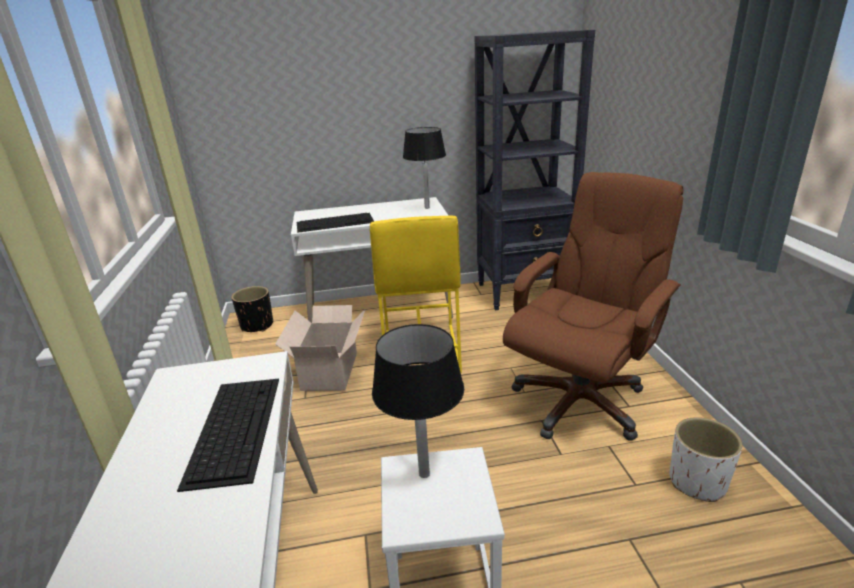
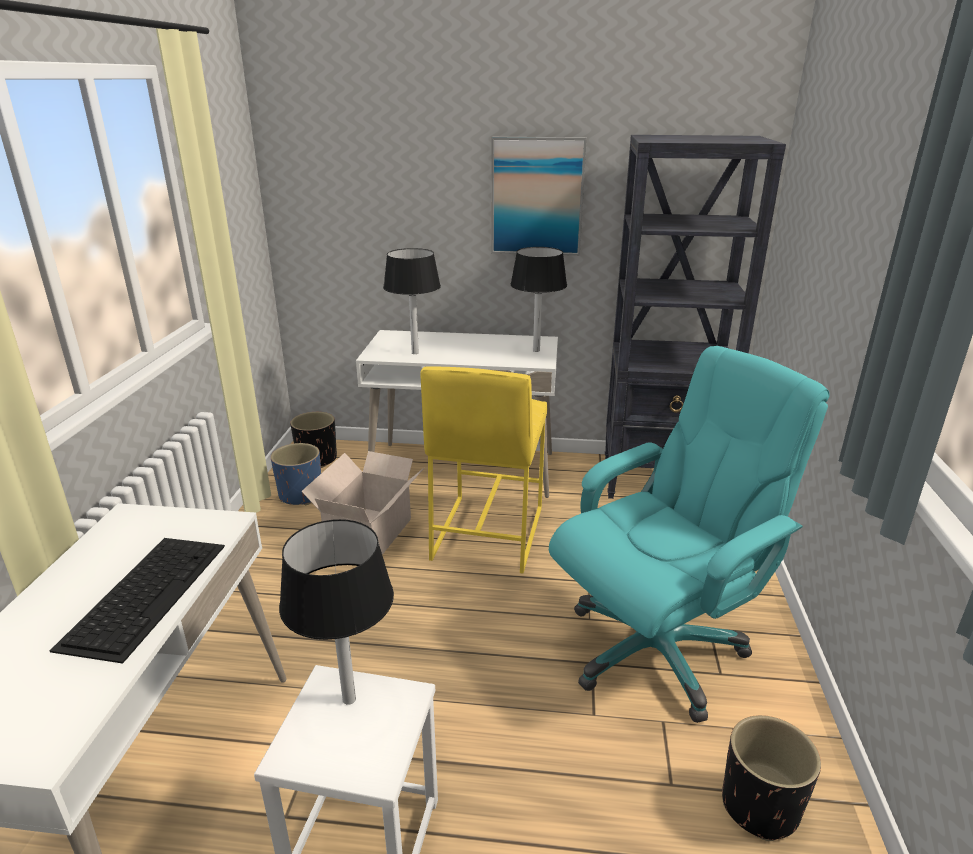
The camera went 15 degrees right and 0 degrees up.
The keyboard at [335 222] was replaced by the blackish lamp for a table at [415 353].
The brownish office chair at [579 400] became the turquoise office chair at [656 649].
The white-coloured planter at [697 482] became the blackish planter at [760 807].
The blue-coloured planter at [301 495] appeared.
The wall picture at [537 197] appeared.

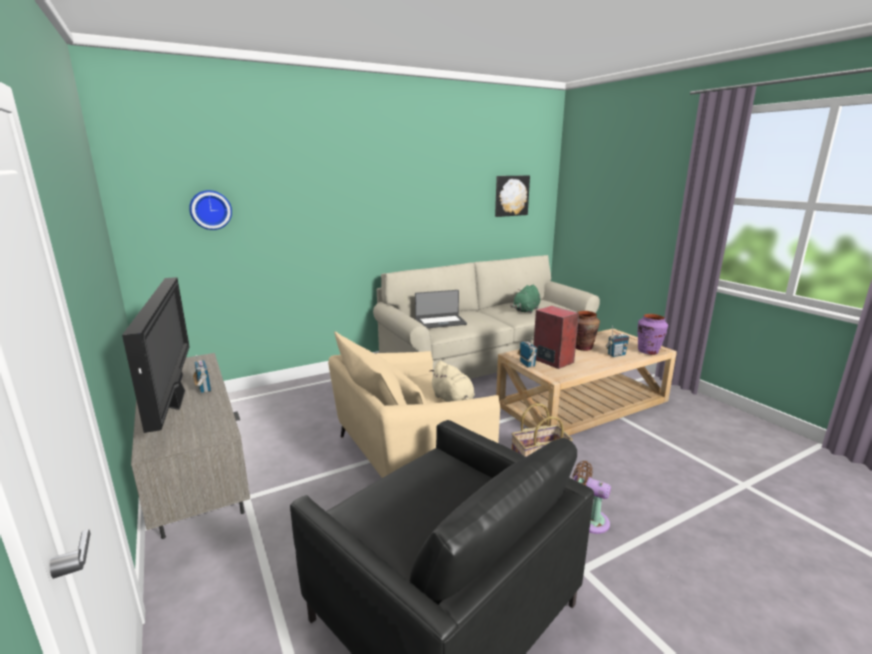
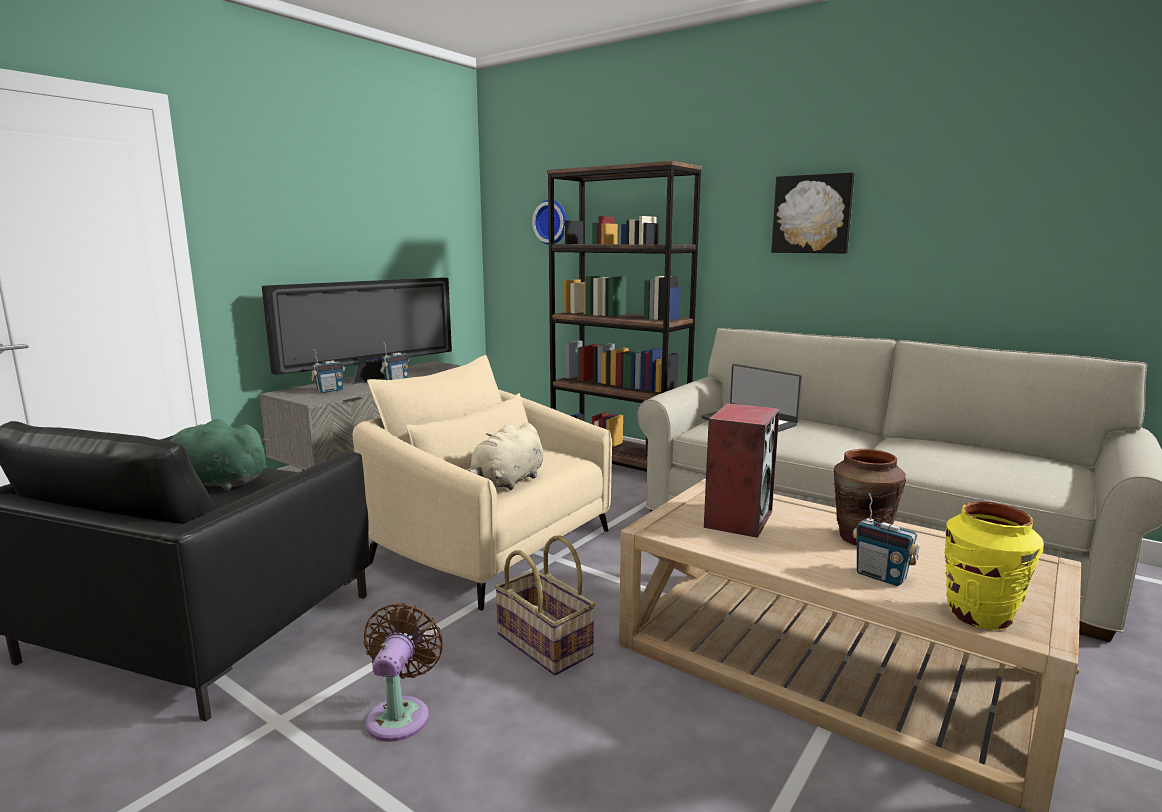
The camera went 65 degrees right and 5 degrees down.
The wall picture moved from [511 195] to [812 214].
The green-coloured soft toy moved from [526 310] to [215 483].
The radio set moved from [527 364] to [330 391].
The purple vase at [648 351] became the yellowish vase at [980 615].
The brownish bookshelf at [618 462] appeared.

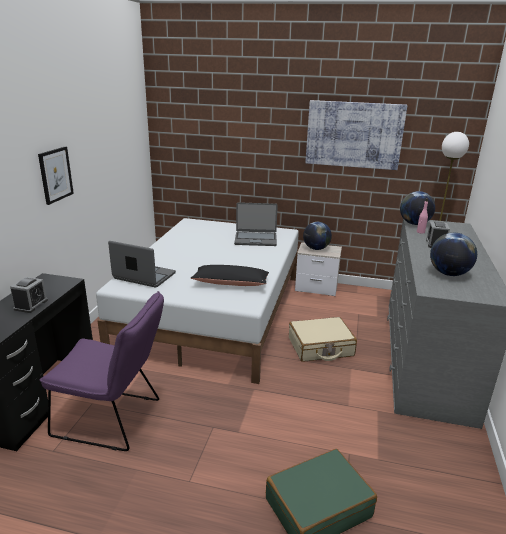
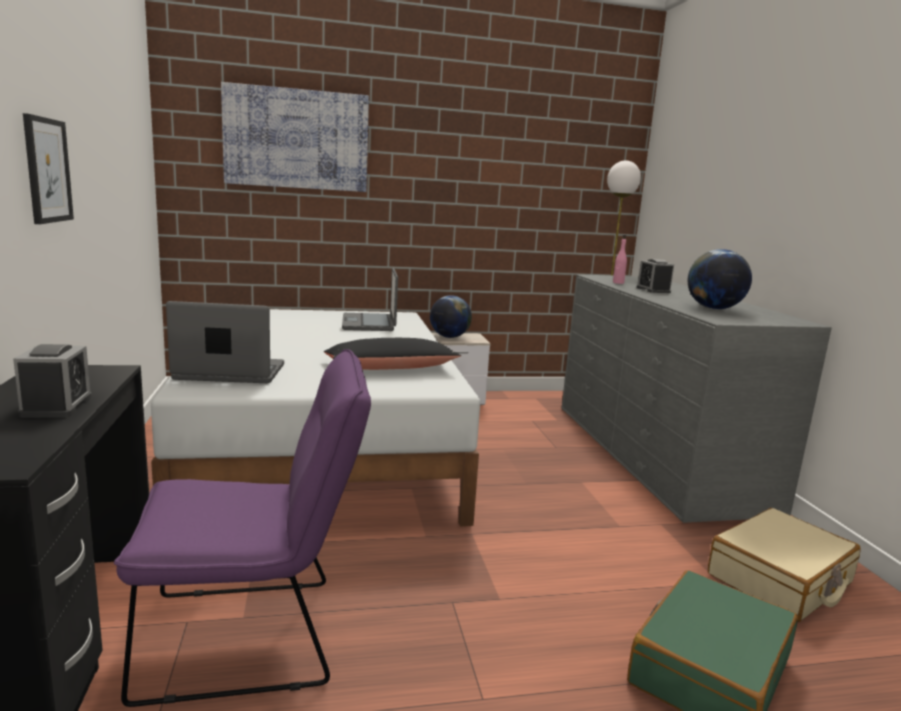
The camera went 25 degrees left and 10 degrees down.
The notebook computer at [255 239] turned 105 degrees clockwise.
The sand-coloured suitcase moved from [320 347] to [780 579].
The wall picture moved from [354 134] to [297 139].
The world globe at [414 224] disappeared.

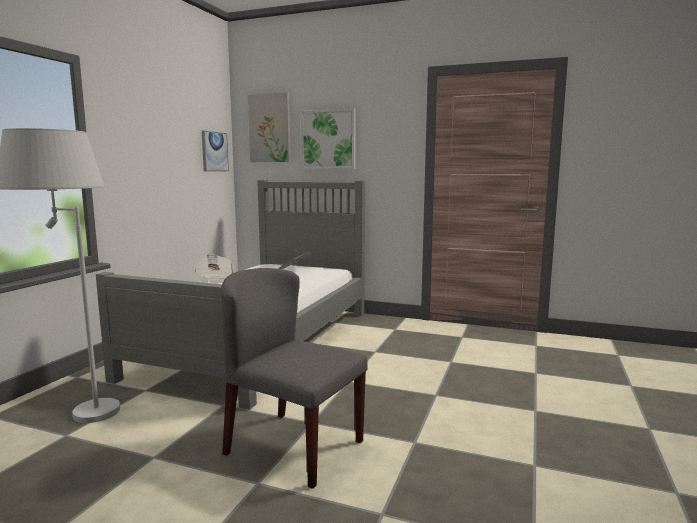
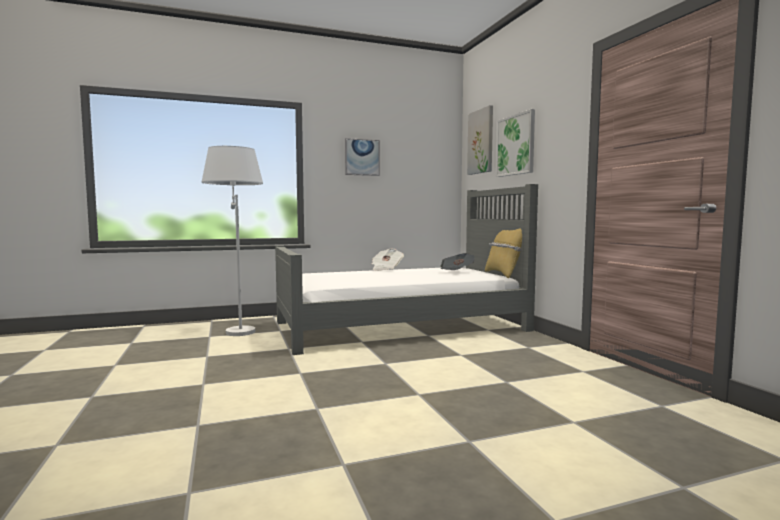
The camera went 50 degrees right and 5 degrees down.
The wall picture moved from [214 151] to [362 157].
The greyish chair at [293 447] disappeared.
The yellowish throw pillow at [504 274] appeared.

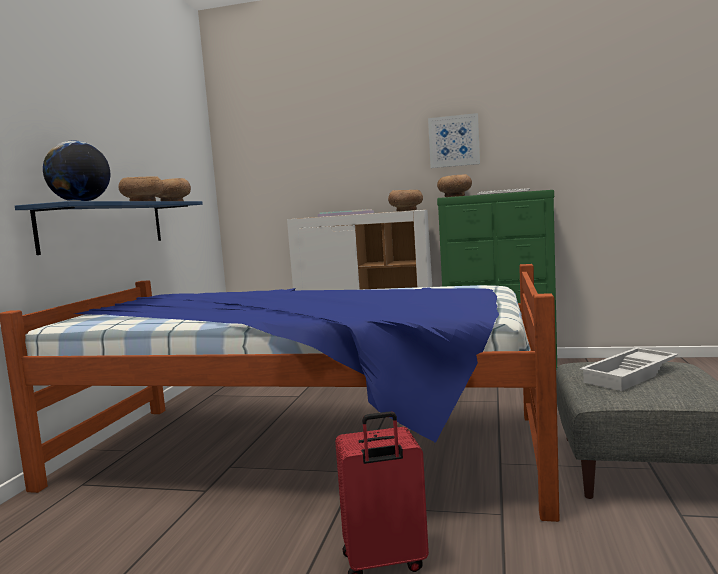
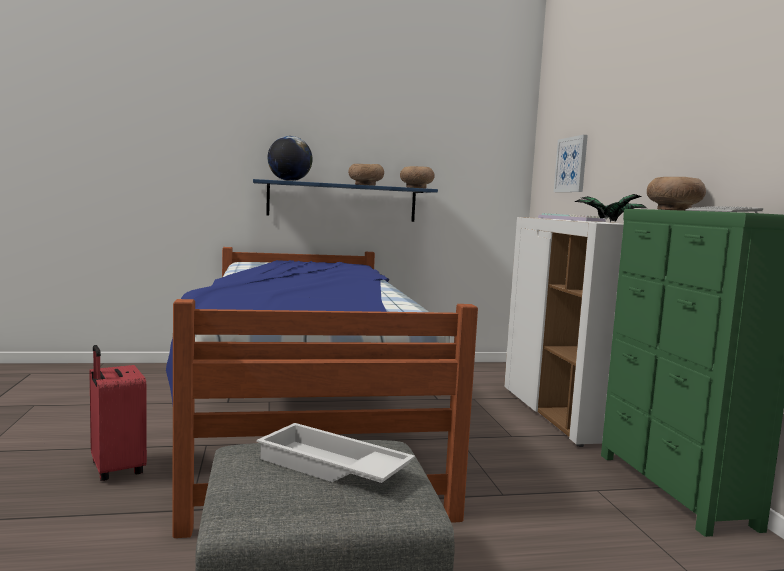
The camera went 65 degrees right and 0 degrees up.
The brownish deep dish at [406 210] was replaced by the houseplant at [607 222].
The wall picture moved from [454 141] to [571 165].

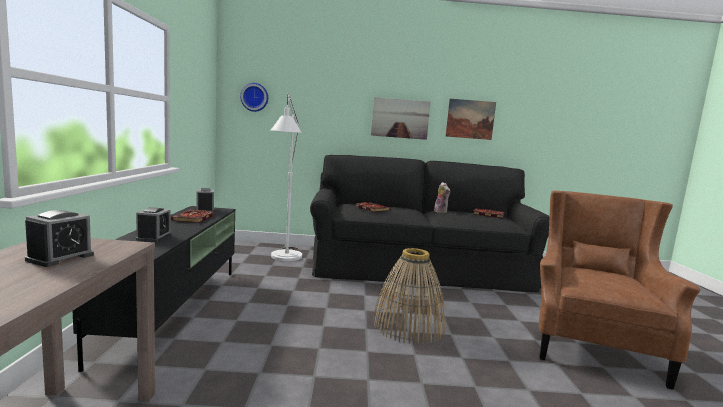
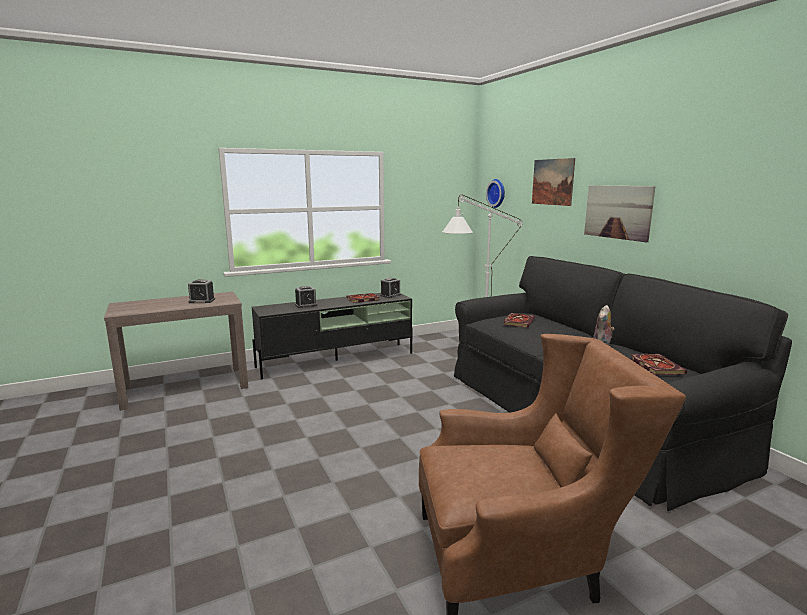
The camera went 65 degrees right and 5 degrees up.
The storage basket at [408 325] disappeared.
The wall picture moved from [470 119] to [552 182].

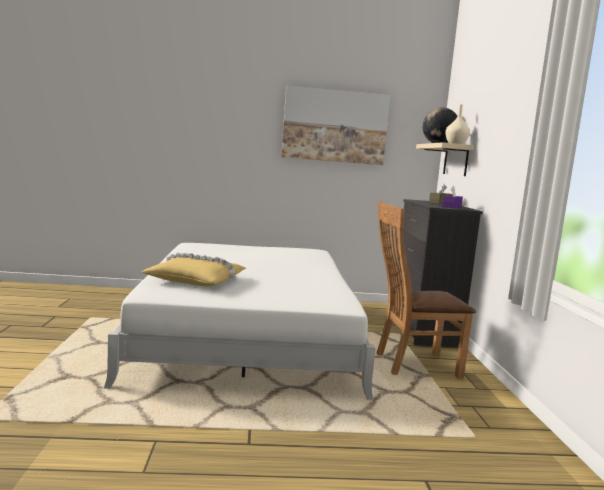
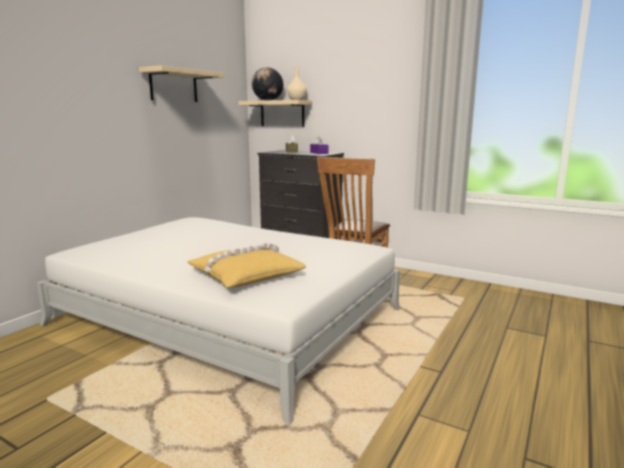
The camera went 55 degrees left and 5 degrees up.
The wall picture at [334 126] was replaced by the sand-coloured shelf at [173 86].

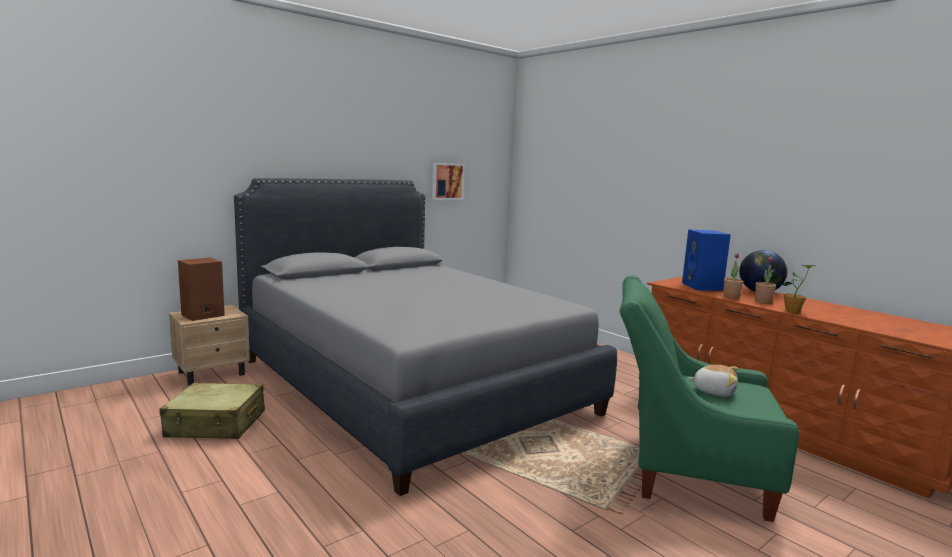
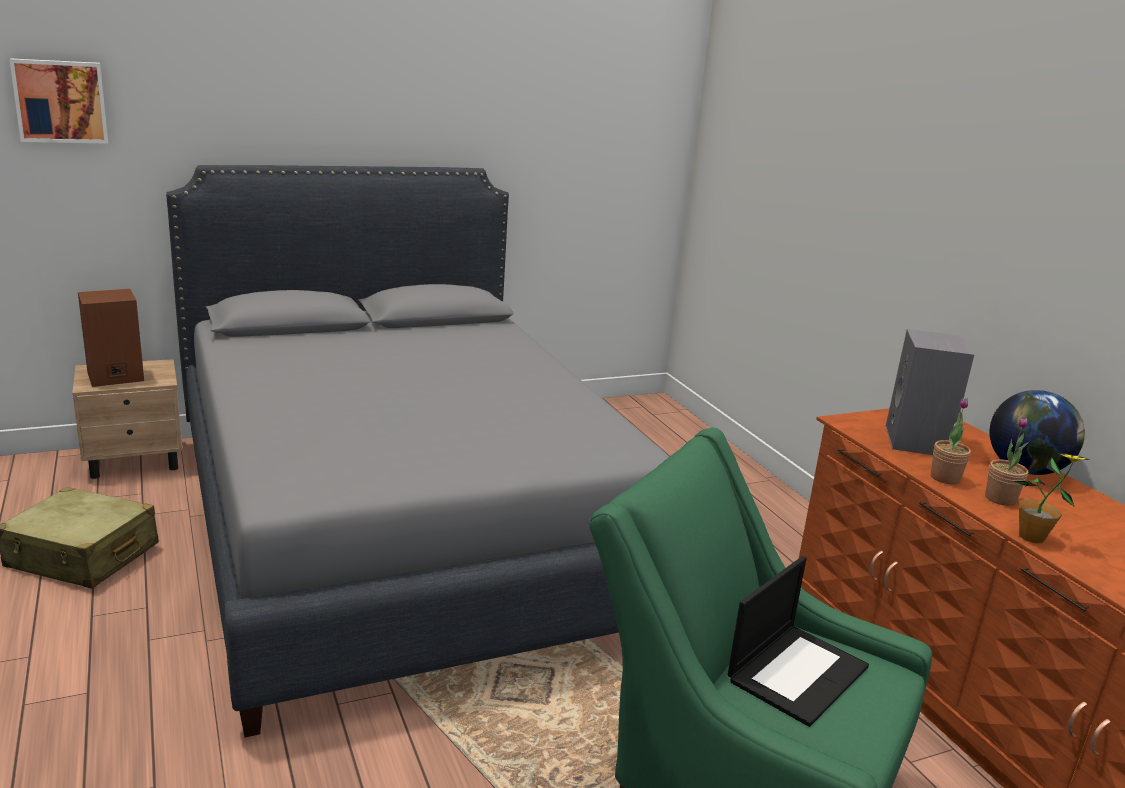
The camera went 15 degrees right and 10 degrees up.
The wall picture moved from [447 181] to [60 101].
The blue-coloured speaker at [703 287] became the greyish speaker at [918 442].
The soft toy at [714 391] was replaced by the notebook computer at [797 672].

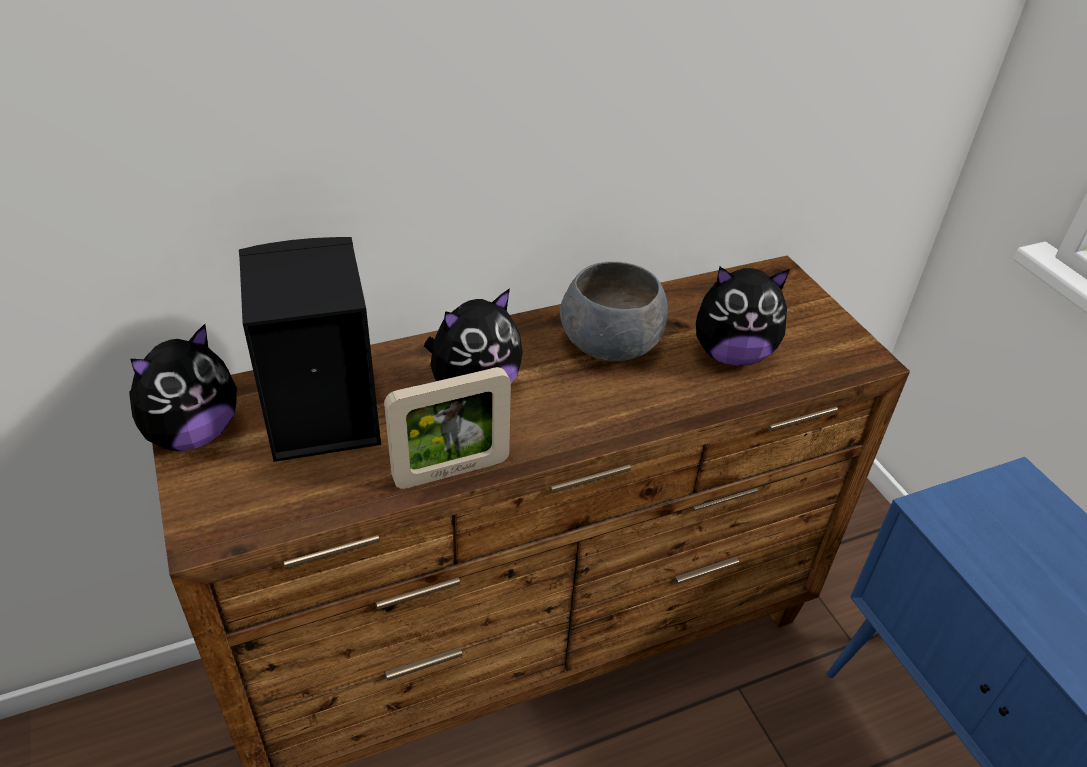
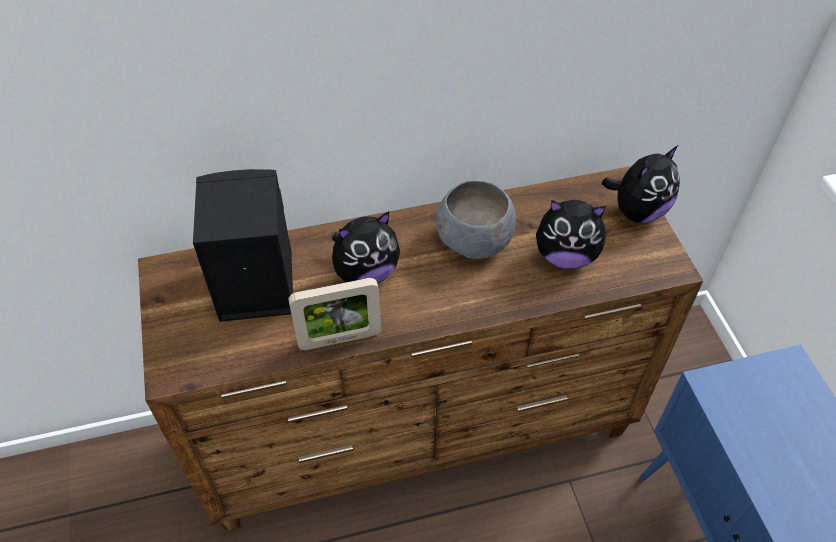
The camera went 10 degrees right and 10 degrees up.
The soft toy moved from [192 434] to [637 211].

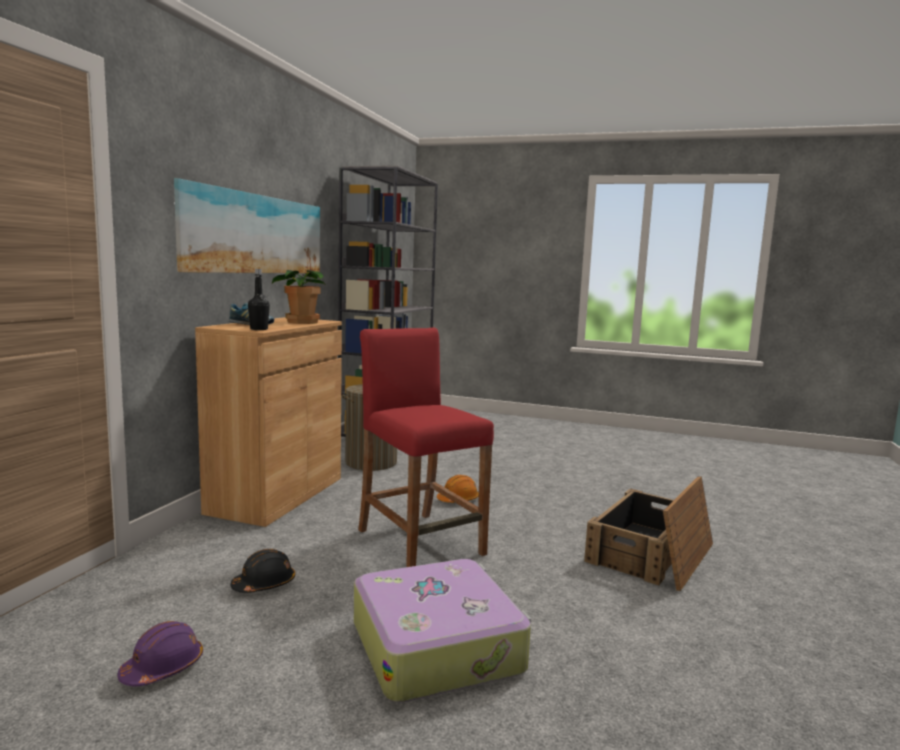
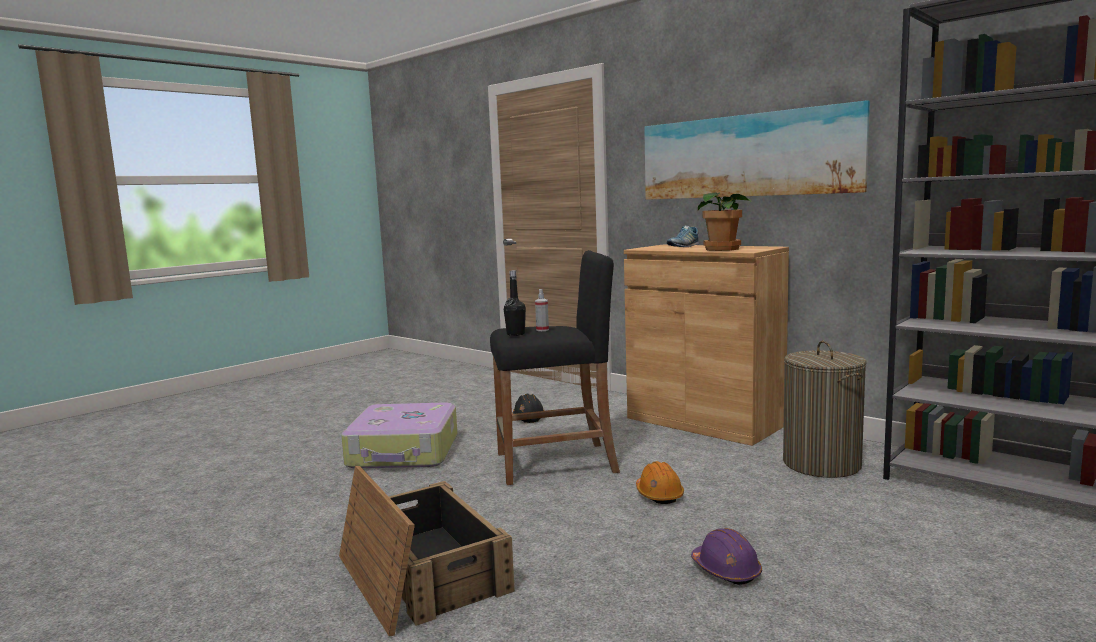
The camera went 115 degrees right and 0 degrees up.
The purple safety helmet moved from [163 668] to [726 570].
The blackish drink bottle moved from [259 329] to [515 334].
The red stool seat at [420 542] became the blackish stool seat at [556 463].
The spray bottle at [542 330] appeared.

